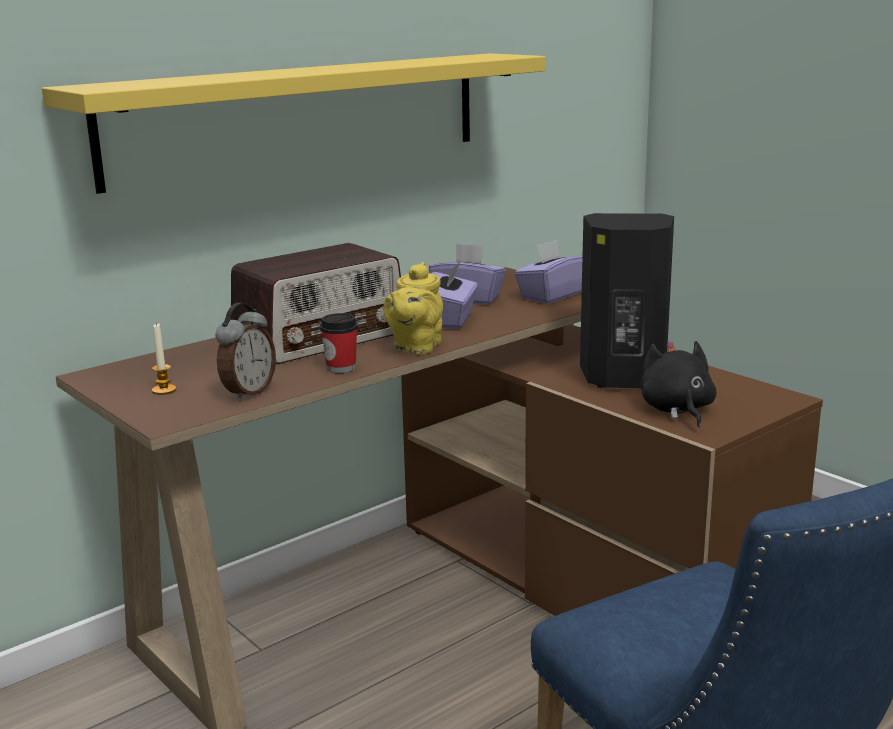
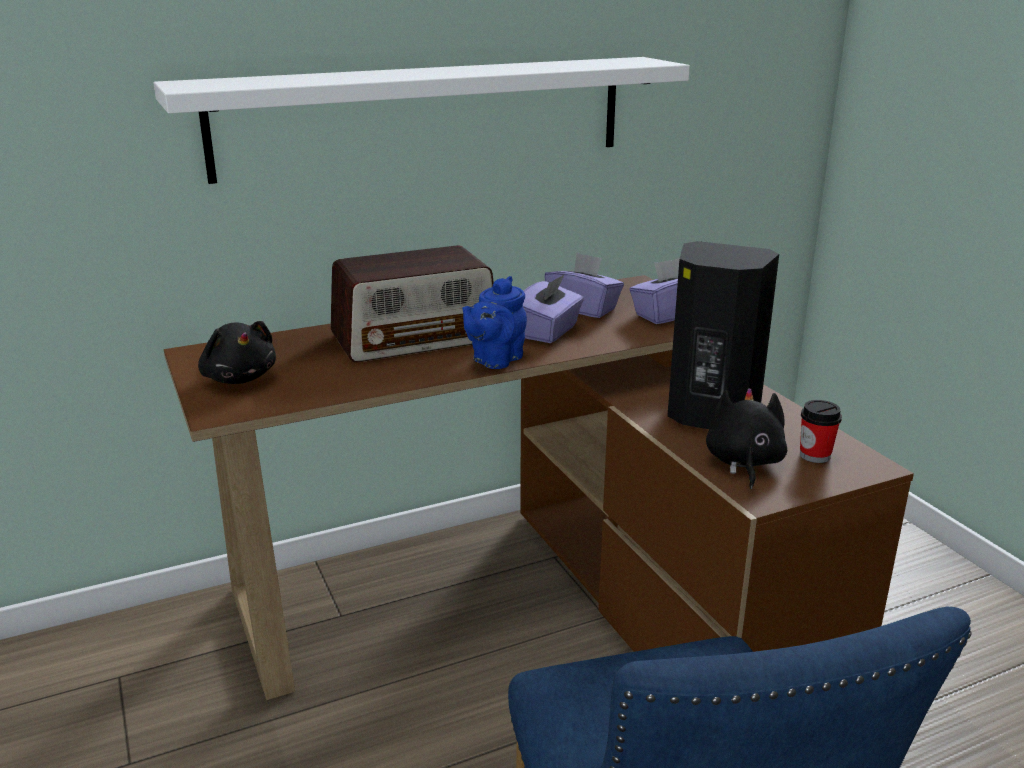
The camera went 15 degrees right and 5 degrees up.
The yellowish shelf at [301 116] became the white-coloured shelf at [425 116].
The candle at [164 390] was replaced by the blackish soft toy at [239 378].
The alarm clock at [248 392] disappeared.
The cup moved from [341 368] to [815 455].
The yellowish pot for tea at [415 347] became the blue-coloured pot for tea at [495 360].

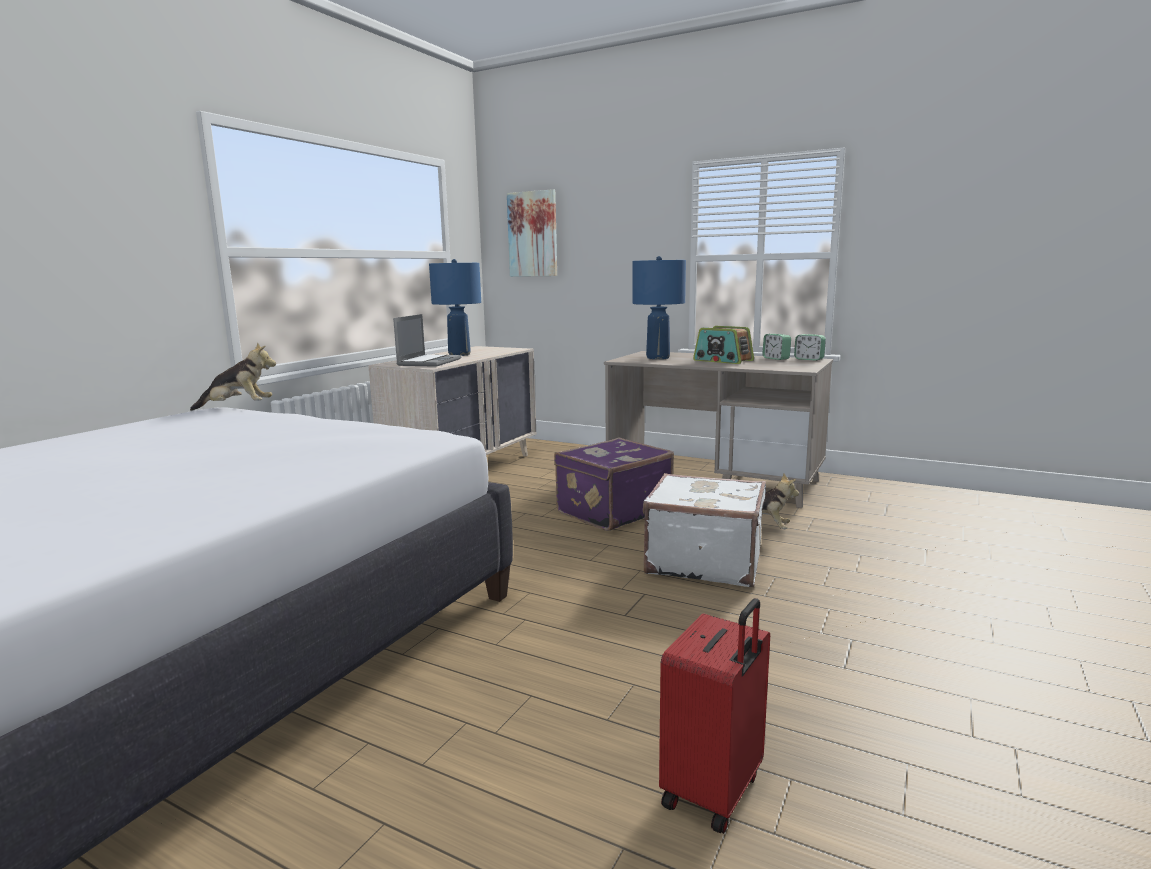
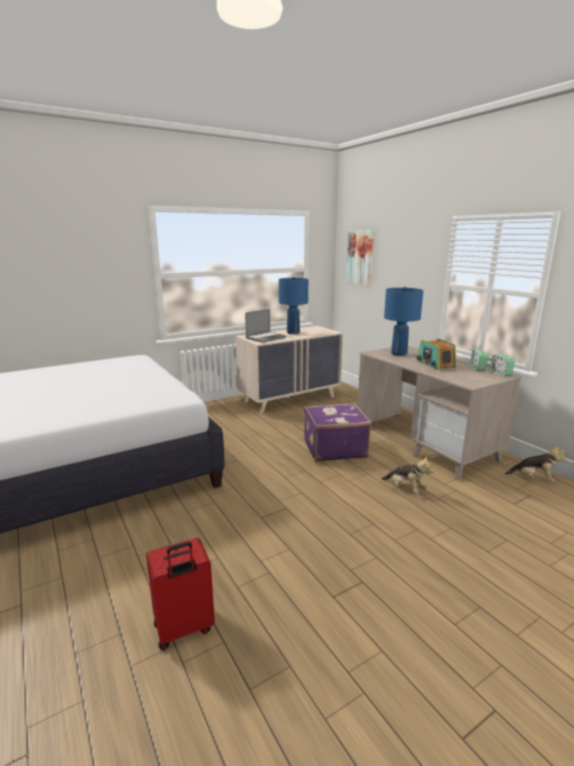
The camera went 30 degrees right and 5 degrees up.
The soft toy moved from [238 408] to [533 478].
The white-coloured suitcase at [704 561] disappeared.

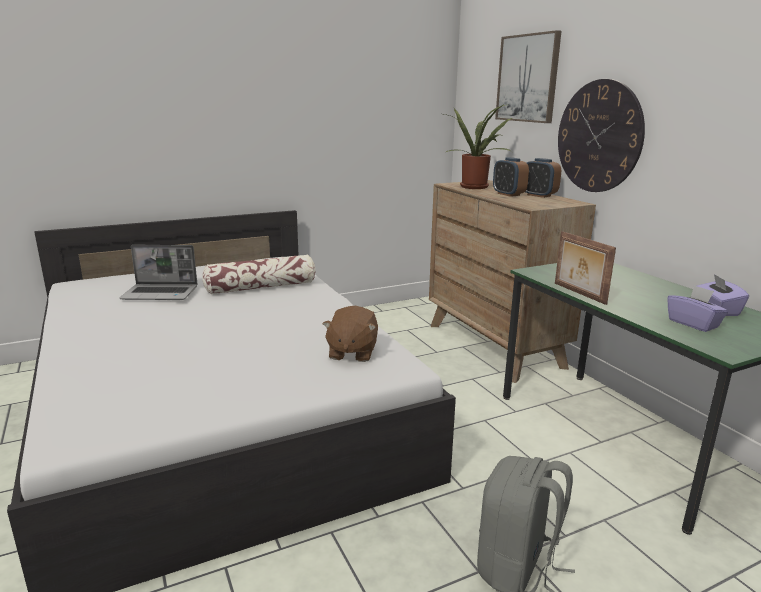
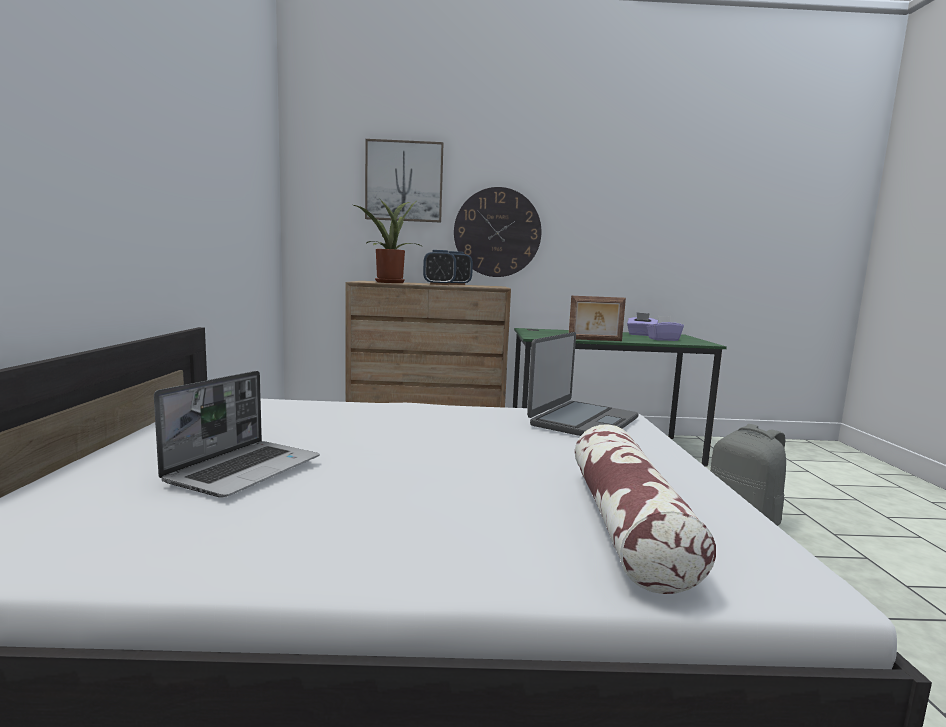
The camera went 65 degrees left and 10 degrees down.
The throw pillow moved from [261 287] to [626 523].
The brownish soft toy at [352 352] was replaced by the notebook computer at [583 421].

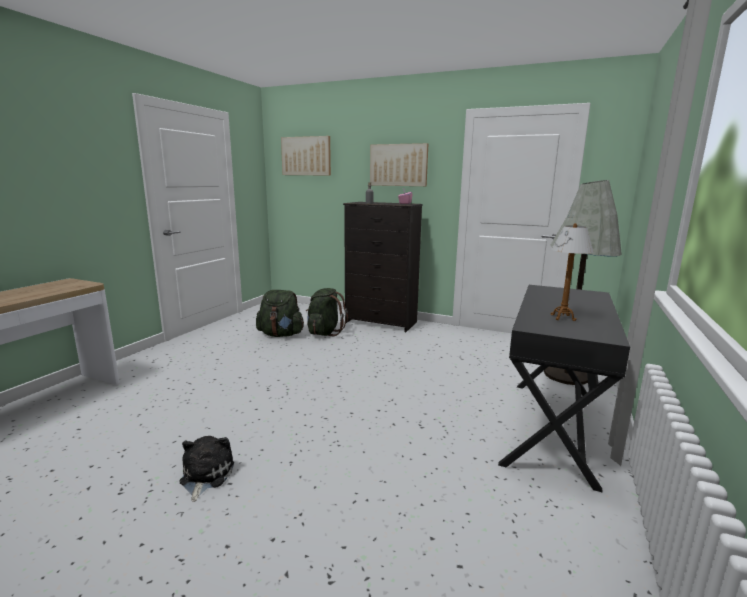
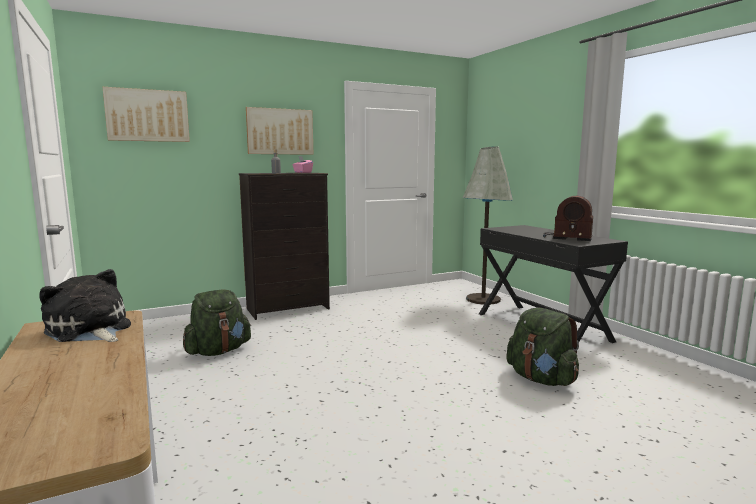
The camera went 50 degrees left and 5 degrees down.
The soft toy moved from [205 476] to [90 330].
The green-coloured knapsack moved from [324 332] to [541 379].
The lamp for a table at [563 318] was replaced by the radio set at [566 237].

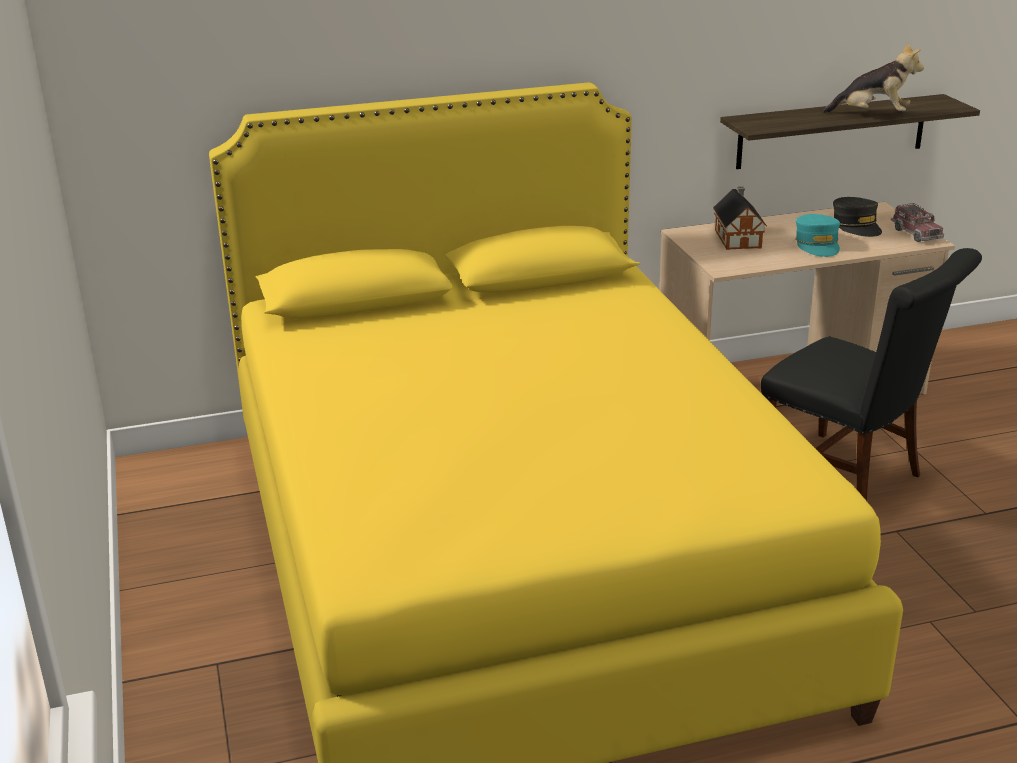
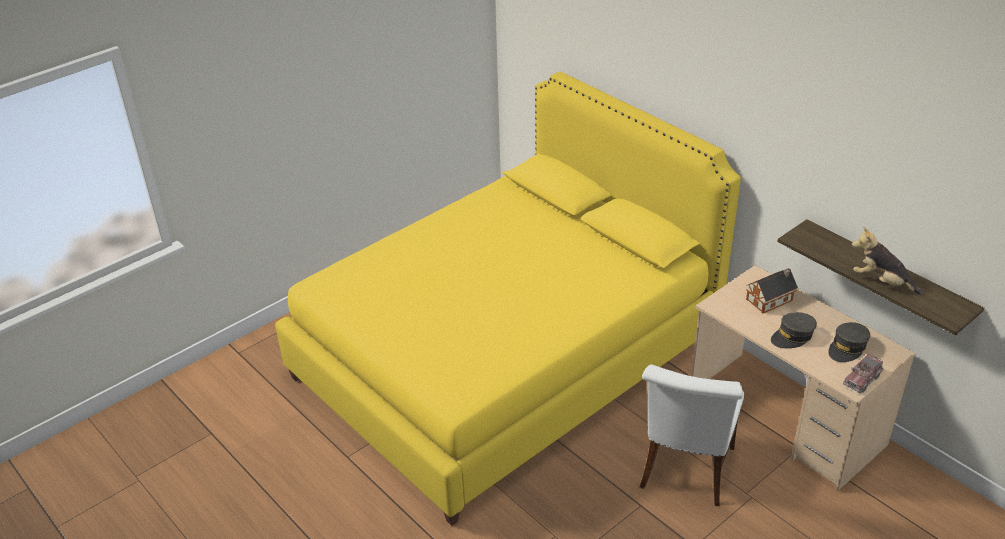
The camera went 65 degrees right and 10 degrees up.
The blackish chair at [849 479] became the white-coloured chair at [685 472].
The turquoise cap at [817 245] became the greyish cap at [792 336].
The soft toy at [872 115] turned 135 degrees clockwise.

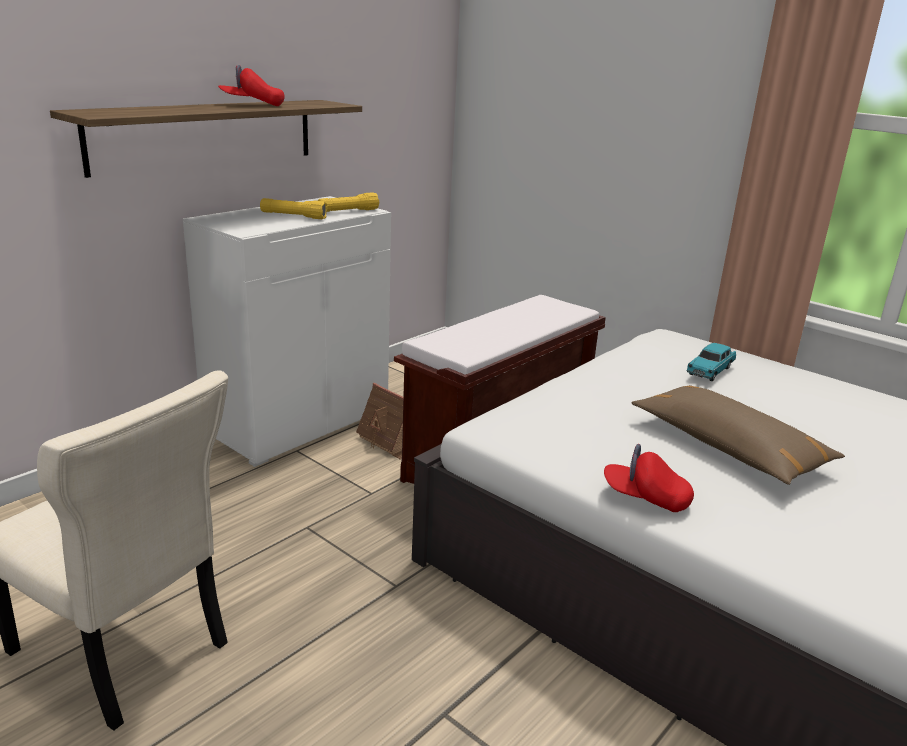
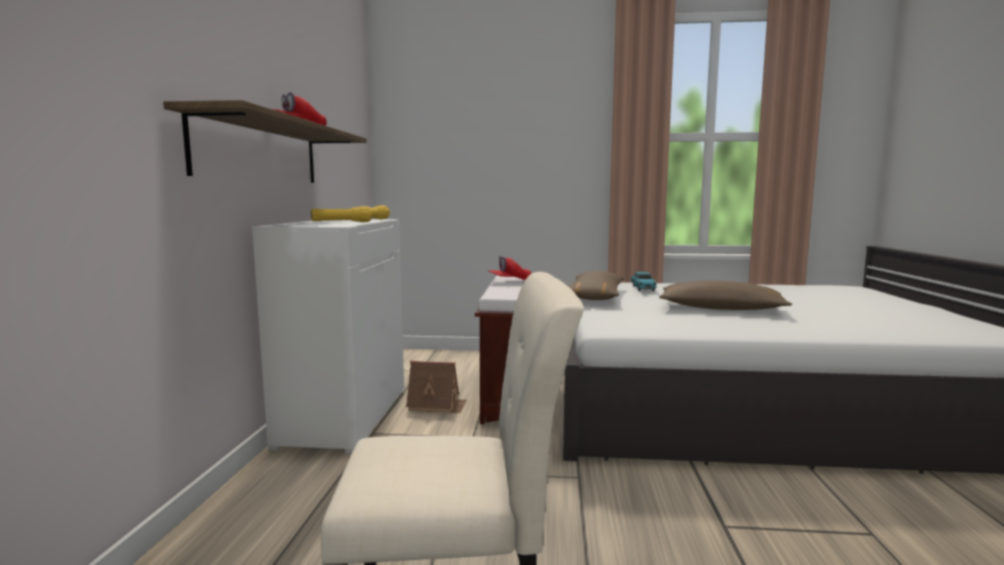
The camera went 35 degrees left and 15 degrees down.
The red cap moved from [645 498] to [510 281].
The brownish throw pillow at [594 297] appeared.

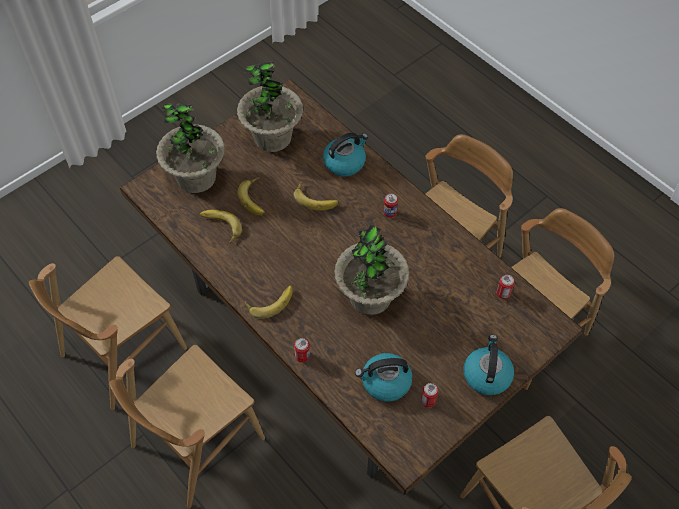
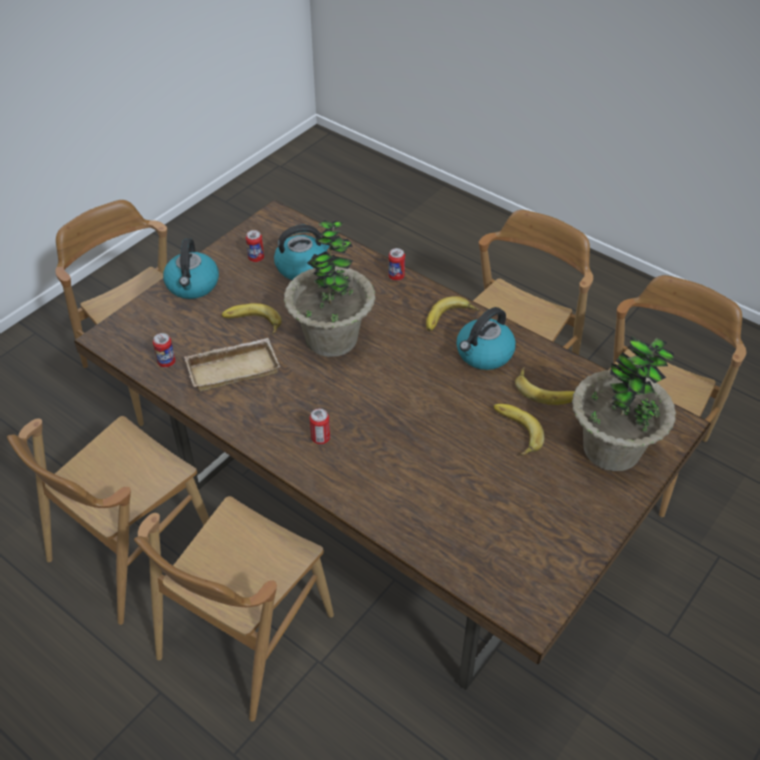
The camera went 170 degrees right and 10 degrees down.
The houseplant at [272 137] disappeared.
The banana fruit moved from [316 198] to [252 324].
The water kettle moved from [345 162] to [484 354].
The sand-coloured tray at [233 368] appeared.

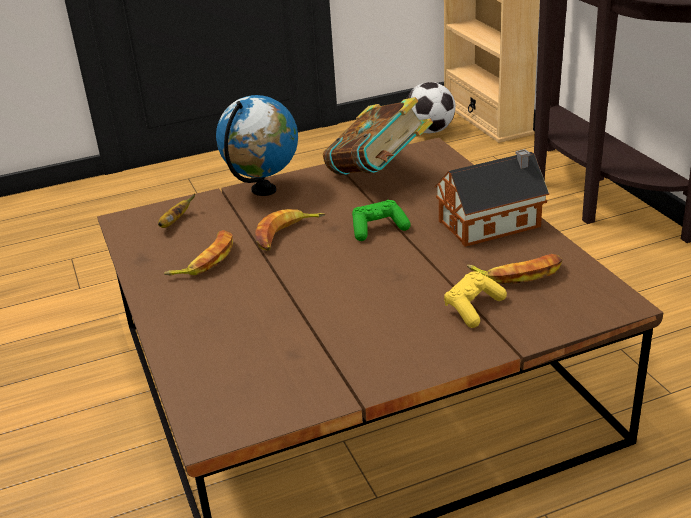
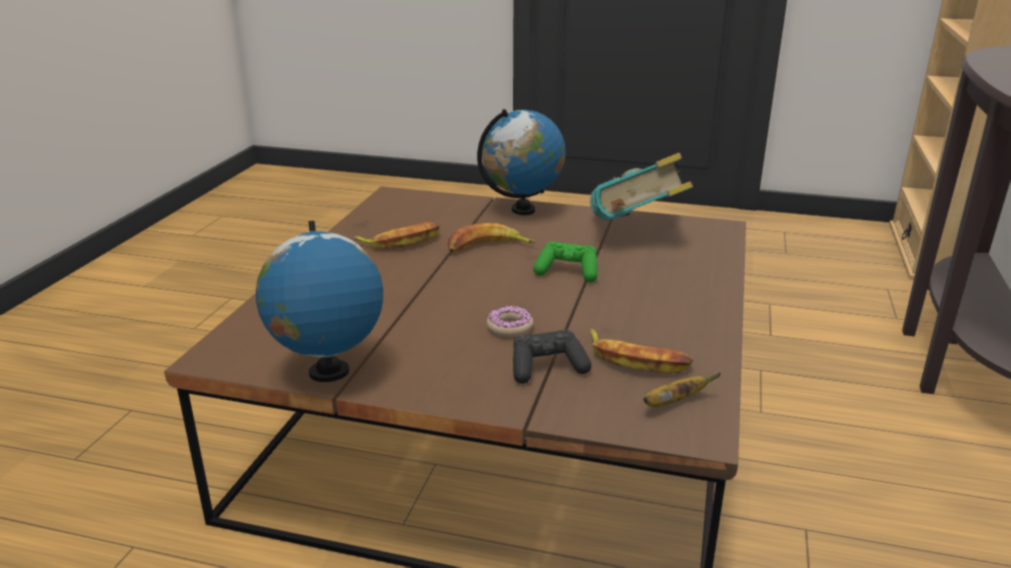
The camera went 35 degrees right and 5 degrees down.
The banana fruit moved from [174 222] to [674 402].
The ball for football at [430 131] disappeared.
The toy house at [493 223] disappeared.
The yellowish gamepad at [473 308] became the blackish gamepad at [547 368].
The world globe at [328 372] appeared.
The donut at [510 328] appeared.

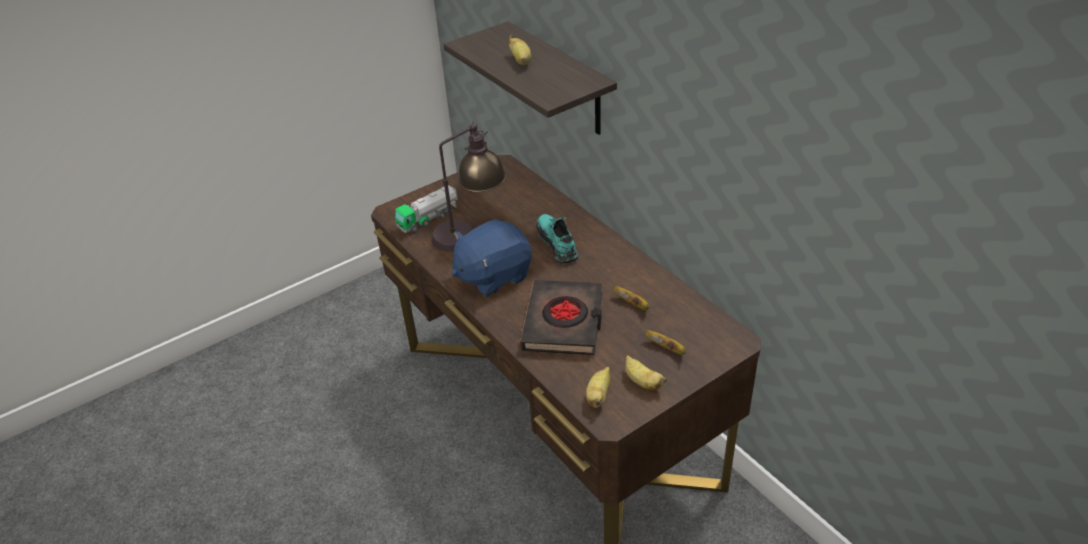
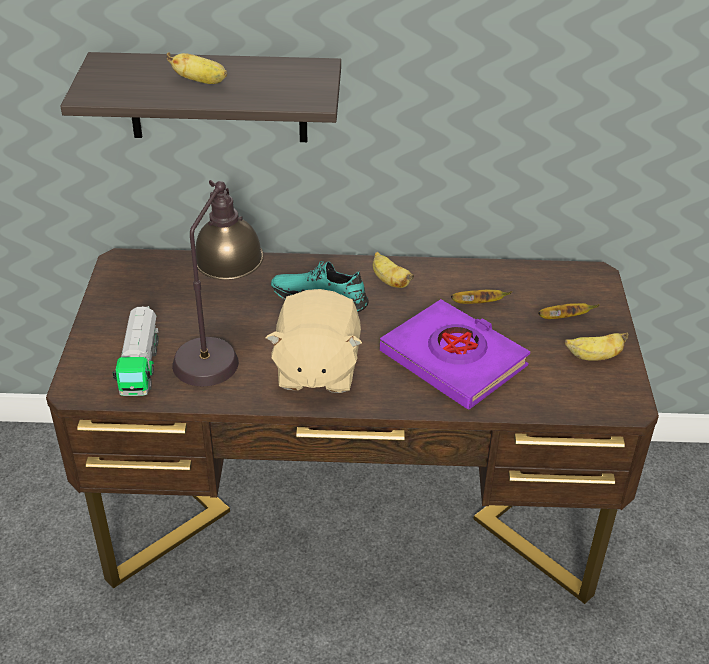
The camera went 55 degrees left and 0 degrees up.
The blue-coloured soft toy at [493 276] became the sand-coloured soft toy at [316 369].
The blackish bound book at [564 322] became the purple bound book at [453 360].
The banana fruit moved from [598 395] to [389 281].

